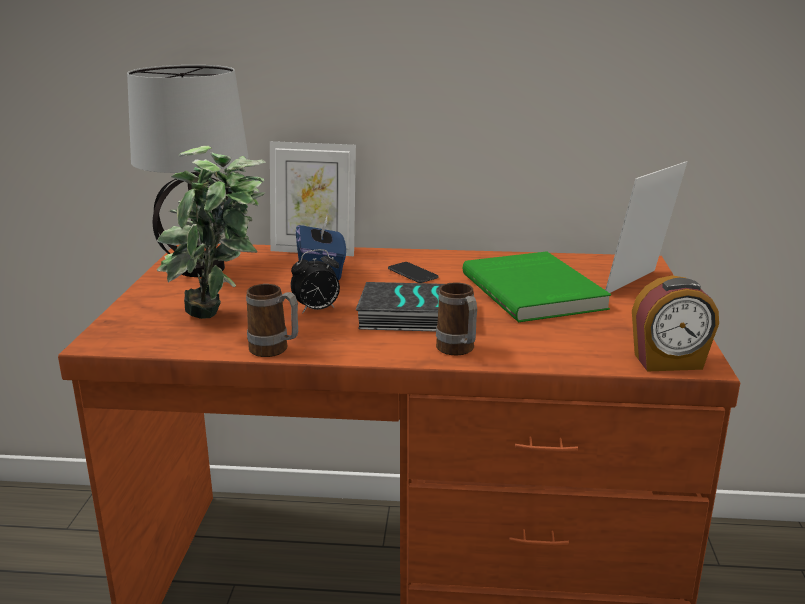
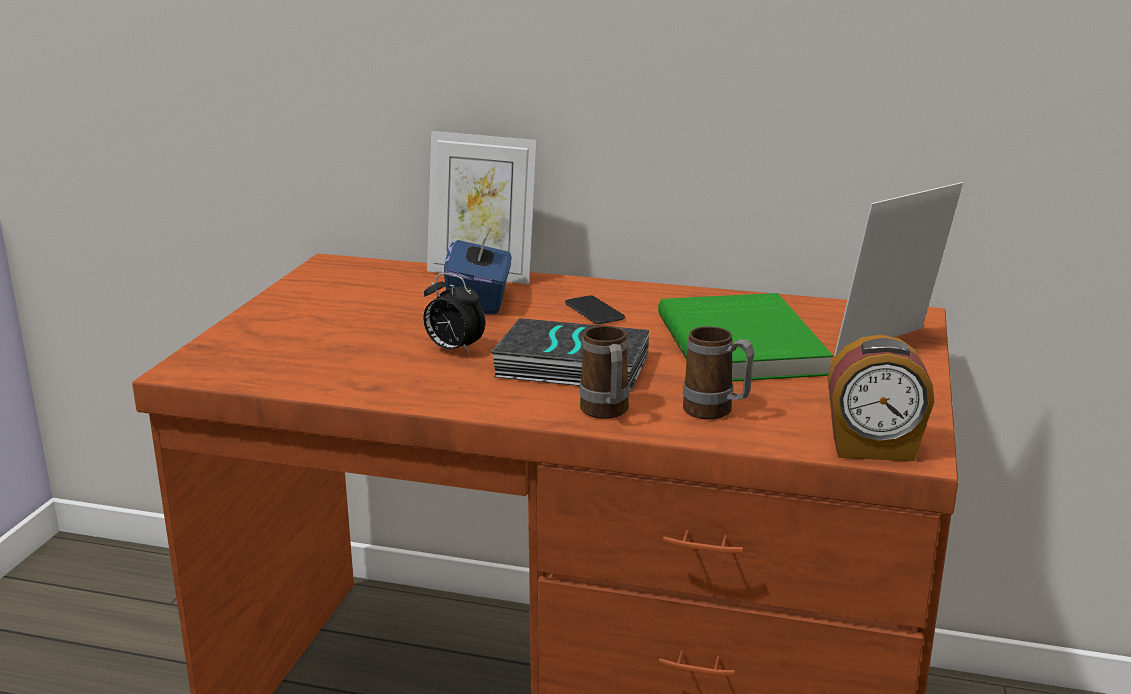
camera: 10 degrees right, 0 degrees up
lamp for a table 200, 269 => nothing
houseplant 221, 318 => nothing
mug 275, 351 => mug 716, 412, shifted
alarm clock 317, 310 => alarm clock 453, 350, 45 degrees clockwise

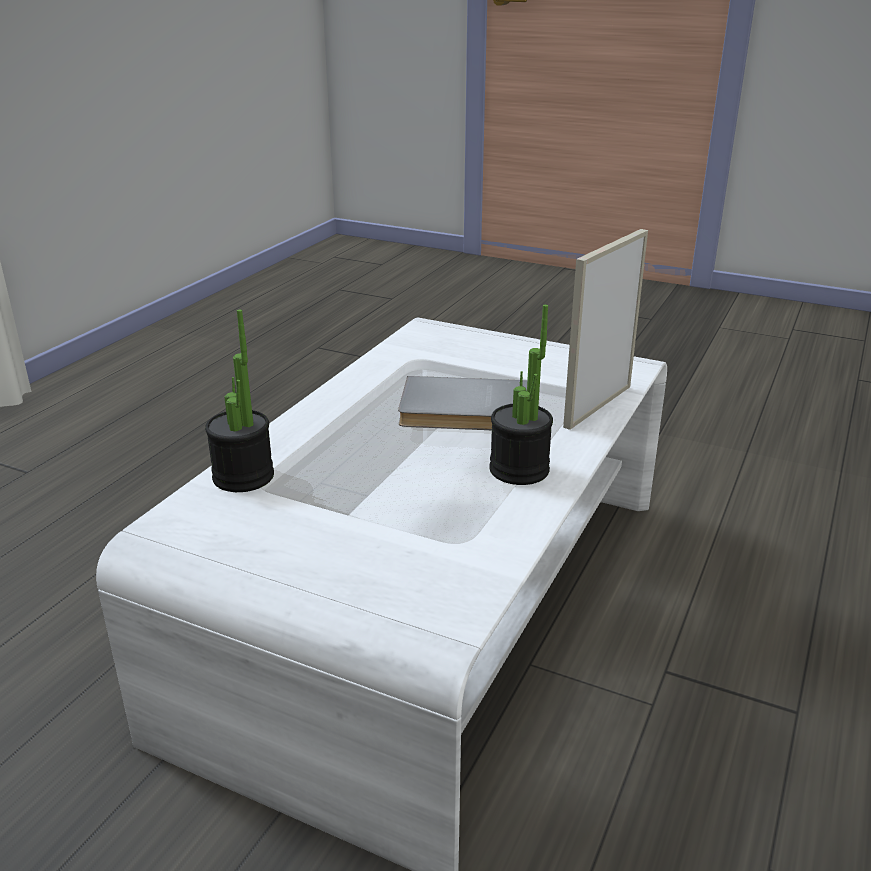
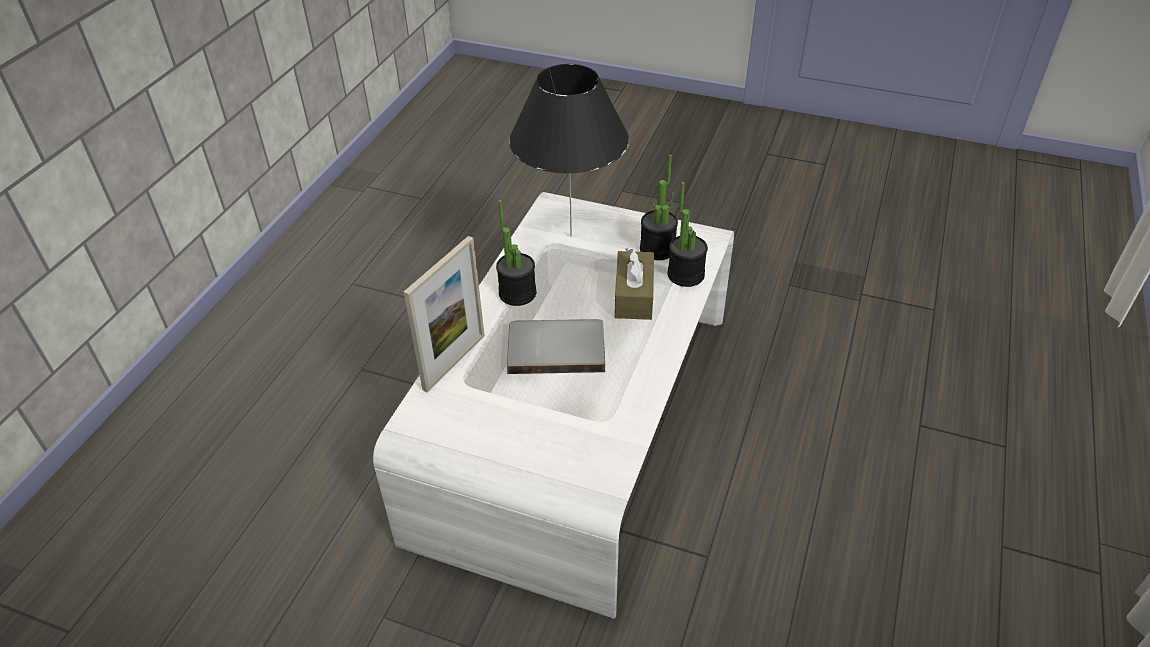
camera: 175 degrees right, 15 degrees up
nothing => lamp for a table (blackish) 571, 236
nothing => tissue holder (brown) 634, 296
nothing => houseplant 657, 249

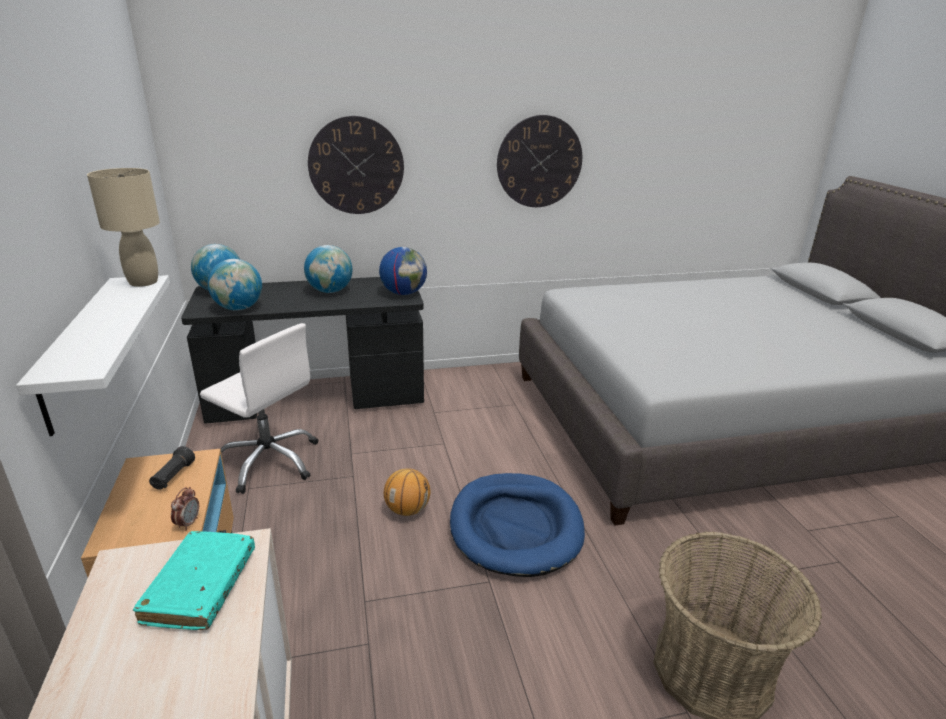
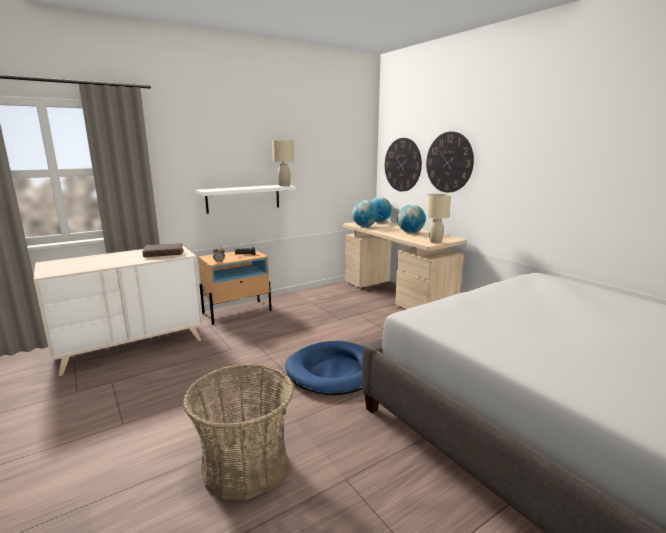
camera: 70 degrees right, 10 degrees down
desk chair (white) 269, 461 => nothing
basketball ball 407, 510 => nothing
wall clock 539, 162 => wall clock 402, 165, shifted
globe 404, 293 => lamp for a table (beige) 435, 242
book (turquoise) 201, 587 => book (brown) 164, 254
desk (blackish) 318, 398 => desk (beige) 396, 295

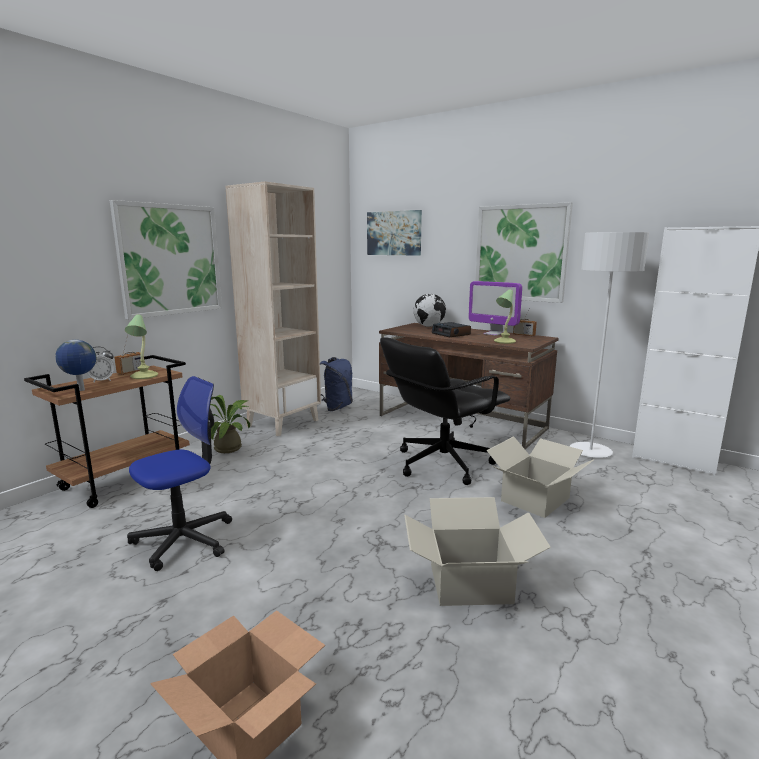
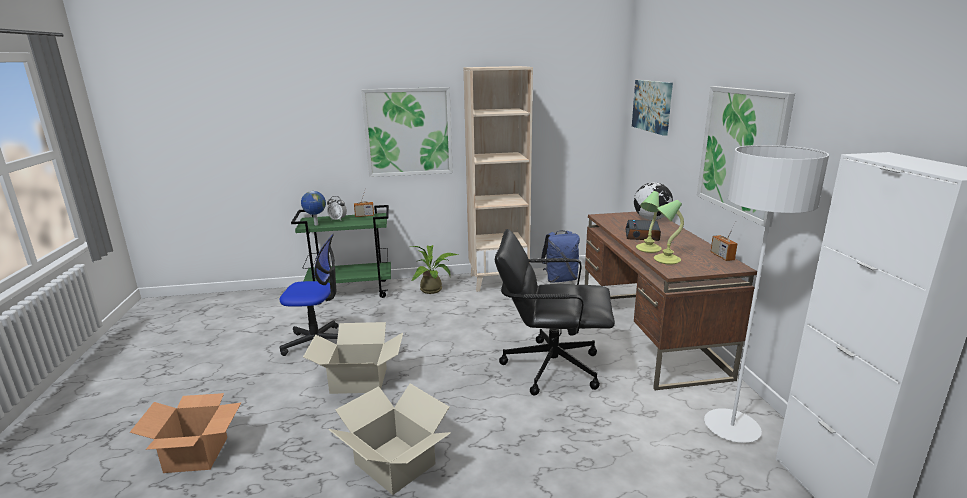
camera: 45 degrees right, 5 degrees up
computer display 493, 334 => nothing
lamp for a table 143, 376 => lamp for a table 647, 249, shifted
packing box 534, 499 => packing box 359, 380, shifted
trolley (brown) 126, 479 => trolley (greenish) 351, 291

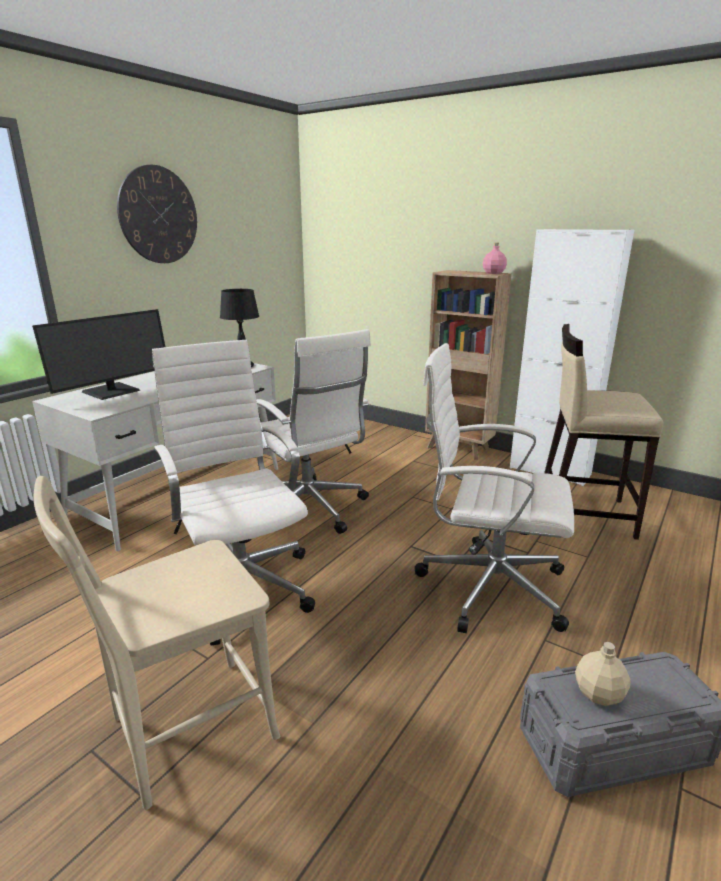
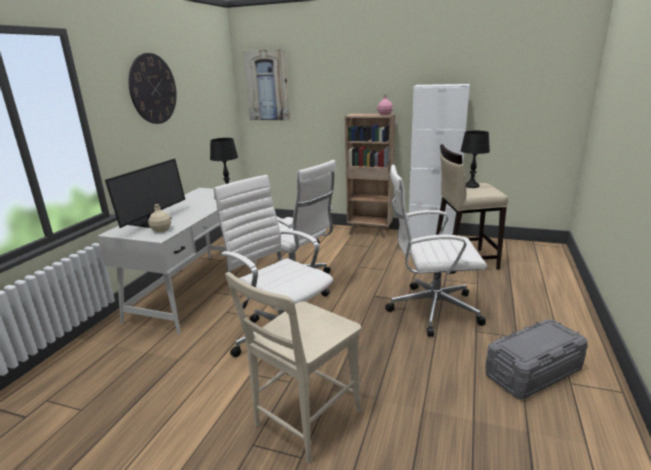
camera: 15 degrees left, 0 degrees up
nothing => picture 267, 85
nothing => lamp for a table (blackish) 471, 186
beverage bottle (beige) 598, 693 => beverage bottle (beige) 161, 230, shifted

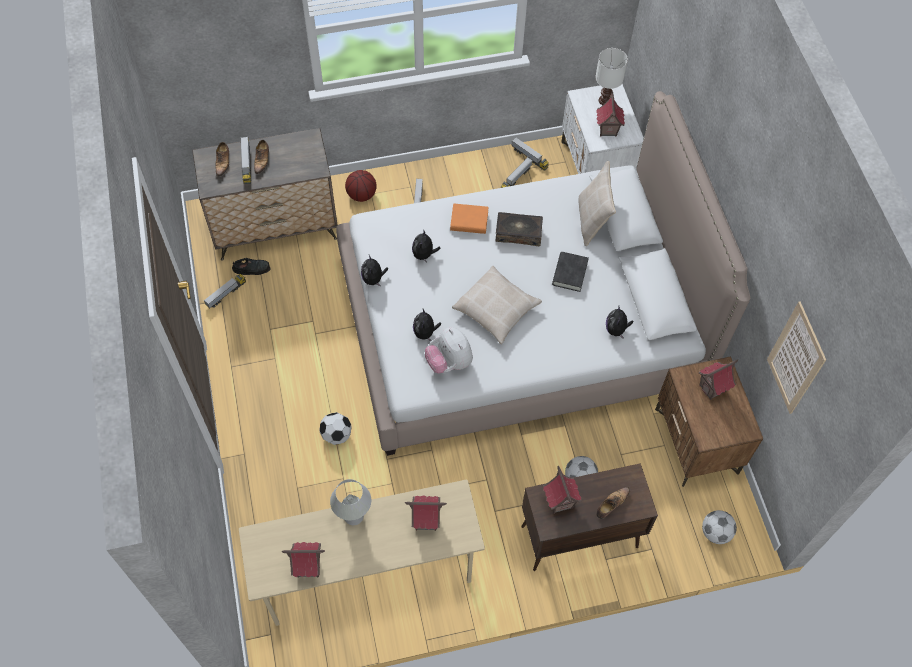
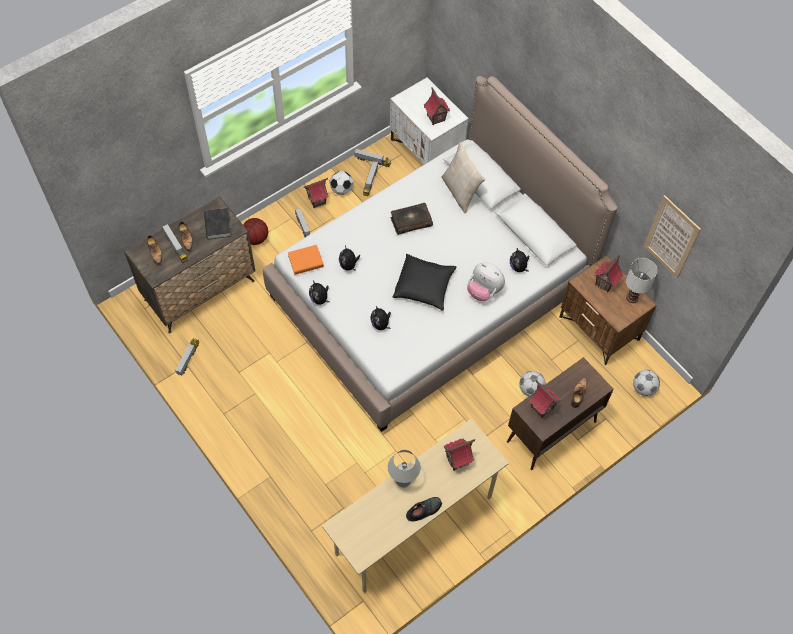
camera: 25 degrees left, 0 degrees up
item of footwear (blackish) 252, 268 => item of footwear (blackish) 424, 509, shifted
toy house 308, 566 => toy house 317, 201, shifted
ball for football 336, 435 => ball for football 341, 189, shifted
soft toy 449, 362 => soft toy 484, 291, shifted
book (orange-coloured) 469, 221 => book (orange-coloured) 306, 261, shifted
book (blackish) 569, 273 => book (blackish) 217, 225, shifted
lamp for a table (white) 604, 101 => lamp for a table (white) 632, 298, shifted
throw pillow (beige) 496, 309 => throw pillow (blackish) 424, 286

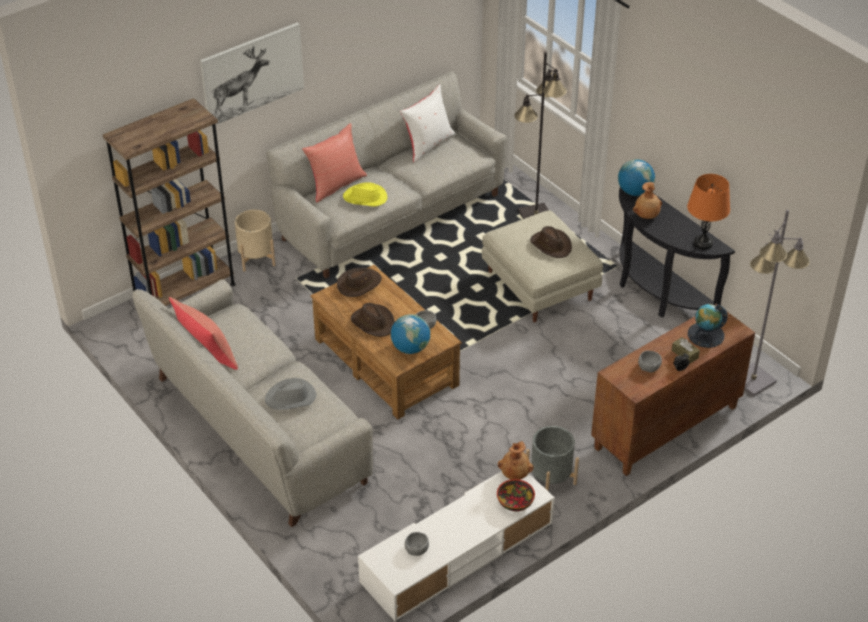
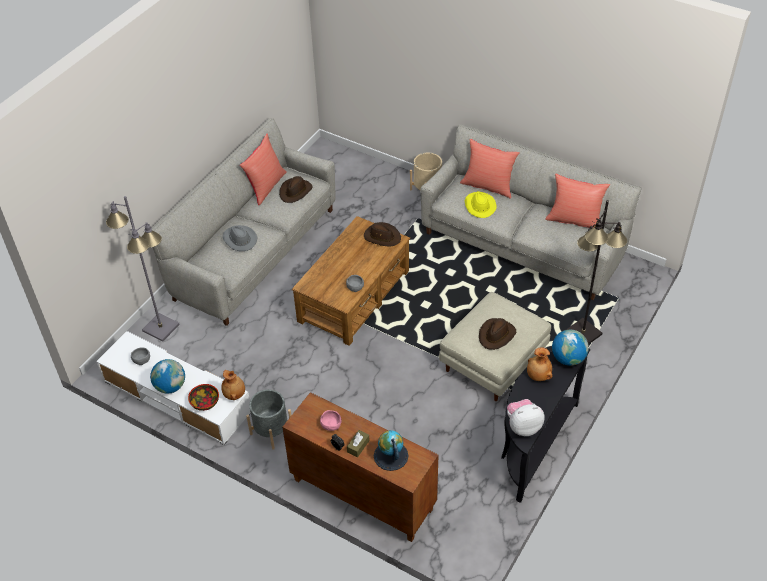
camera: 70 degrees right, 5 degrees up
bookcase (brown) 185, 292 => nothing
picture 252, 74 => nothing
hat (brown) 373, 322 => hat (brown) 295, 191, shifted
globe 410, 348 => globe 170, 386, shifted
floor lamp (greyish) 752, 380 => floor lamp (greyish) 161, 327, shifted
lamp for a table (orange-coloured) 703, 243 => soft toy 523, 426
throw pillow (white) 428, 145 => throw pillow (red-coloured) 574, 220
serving bowl (greyish) 649, 366 => serving bowl (pink-coloured) 331, 425

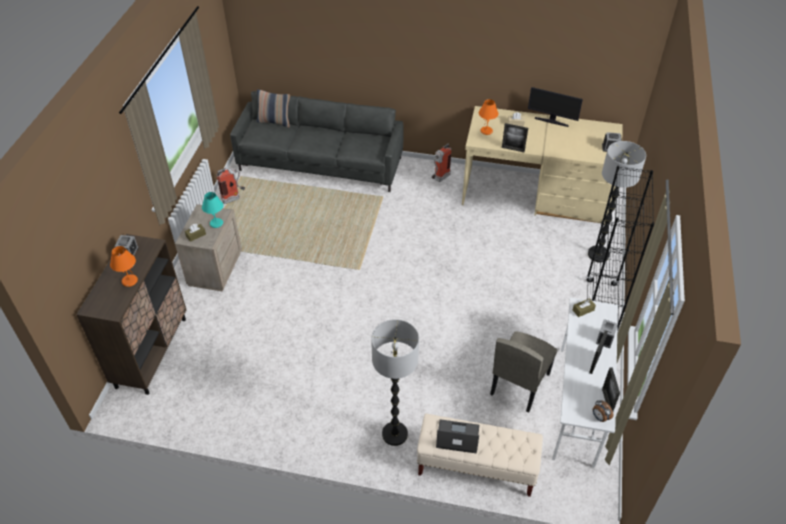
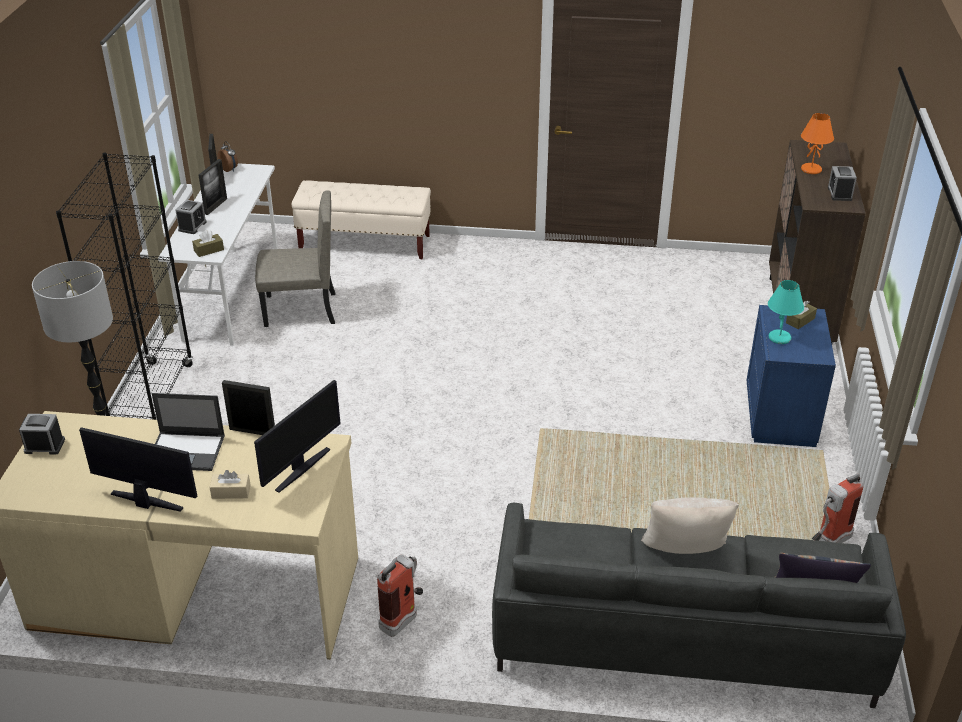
camera: 175 degrees right, 10 degrees down
floor lamp 394, 434 => nothing
nothing => throw pillow (beige) 684, 553
portable computer 457, 436 => portable computer 187, 451, shifted
lamp for a table (orange-coloured) 486, 131 => computer display 301, 468
night table (beige) 214, 269 => night table (blue) 781, 416
upright chair (beige) 519, 383 => upright chair (beige) 300, 310, 60 degrees clockwise

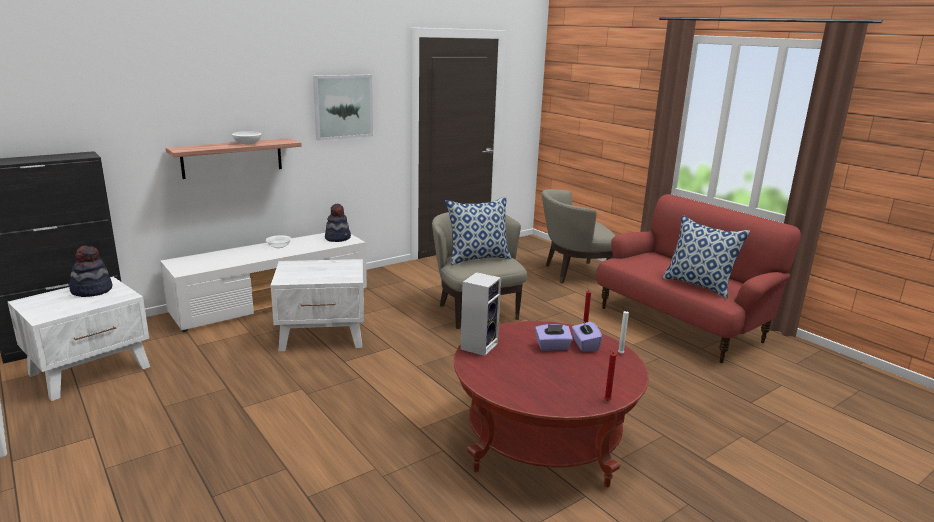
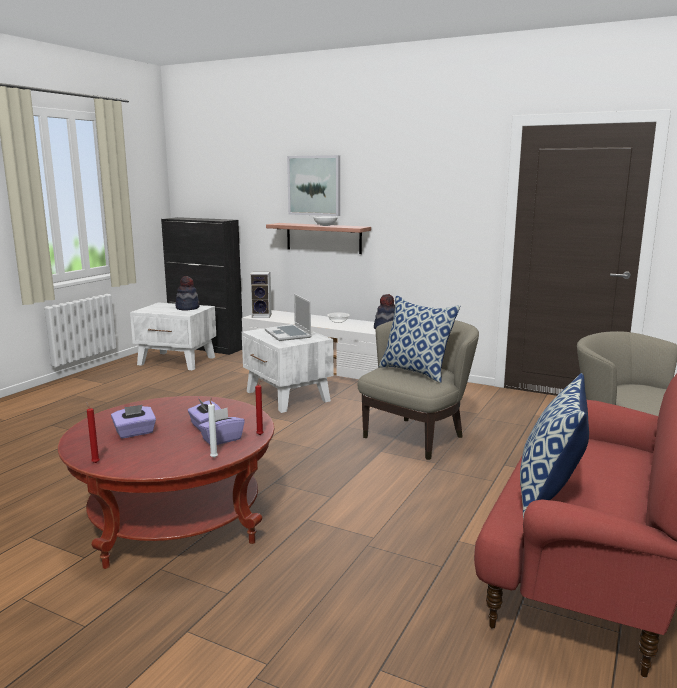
camera: 65 degrees right, 5 degrees down
nothing => tissue holder (purplish) 135, 433
nothing => portable computer 288, 334
picture 343, 106 => picture 314, 185, shifted
audio speaker 479, 345 => audio speaker 262, 316, shifted

